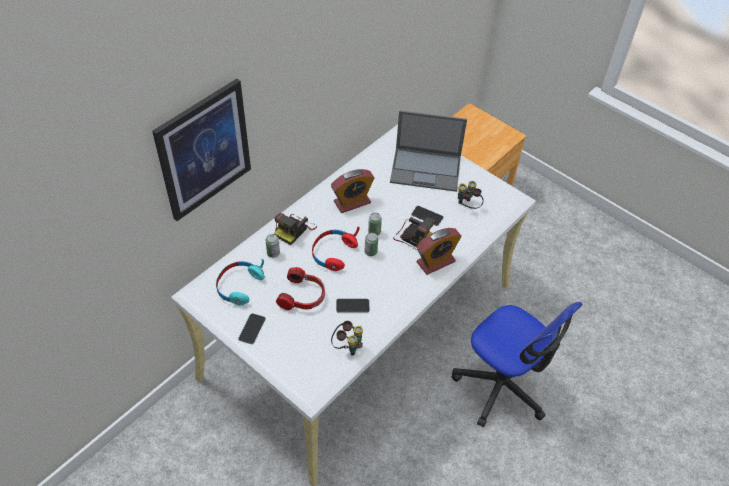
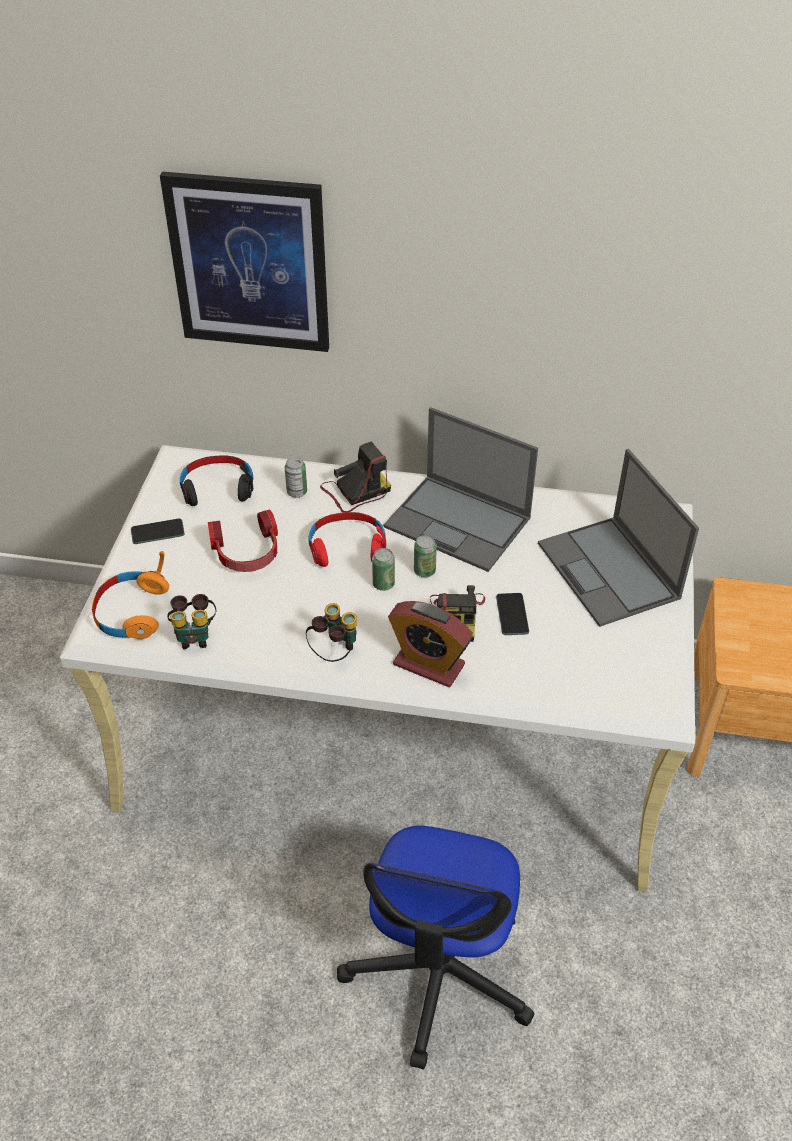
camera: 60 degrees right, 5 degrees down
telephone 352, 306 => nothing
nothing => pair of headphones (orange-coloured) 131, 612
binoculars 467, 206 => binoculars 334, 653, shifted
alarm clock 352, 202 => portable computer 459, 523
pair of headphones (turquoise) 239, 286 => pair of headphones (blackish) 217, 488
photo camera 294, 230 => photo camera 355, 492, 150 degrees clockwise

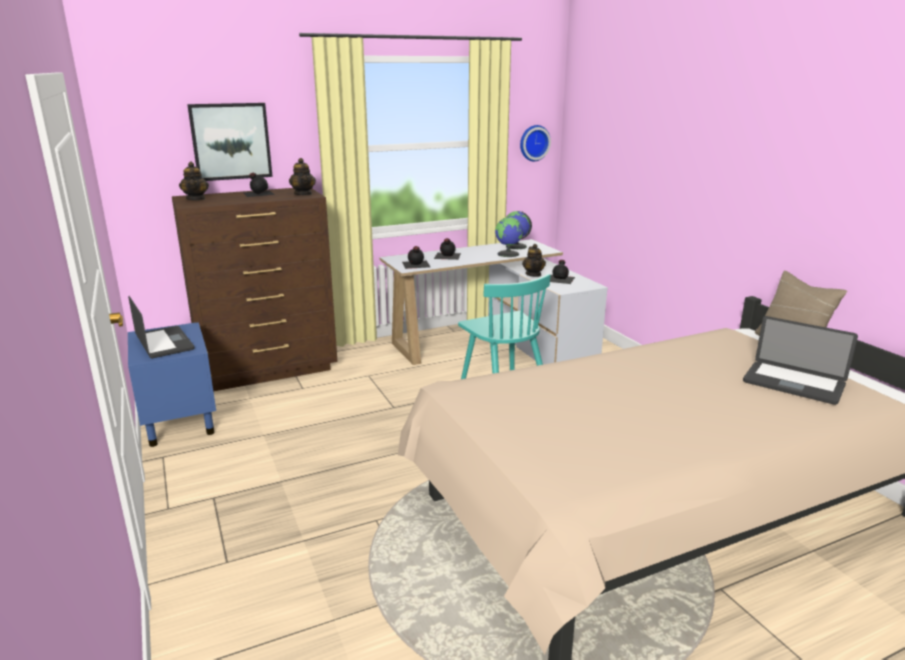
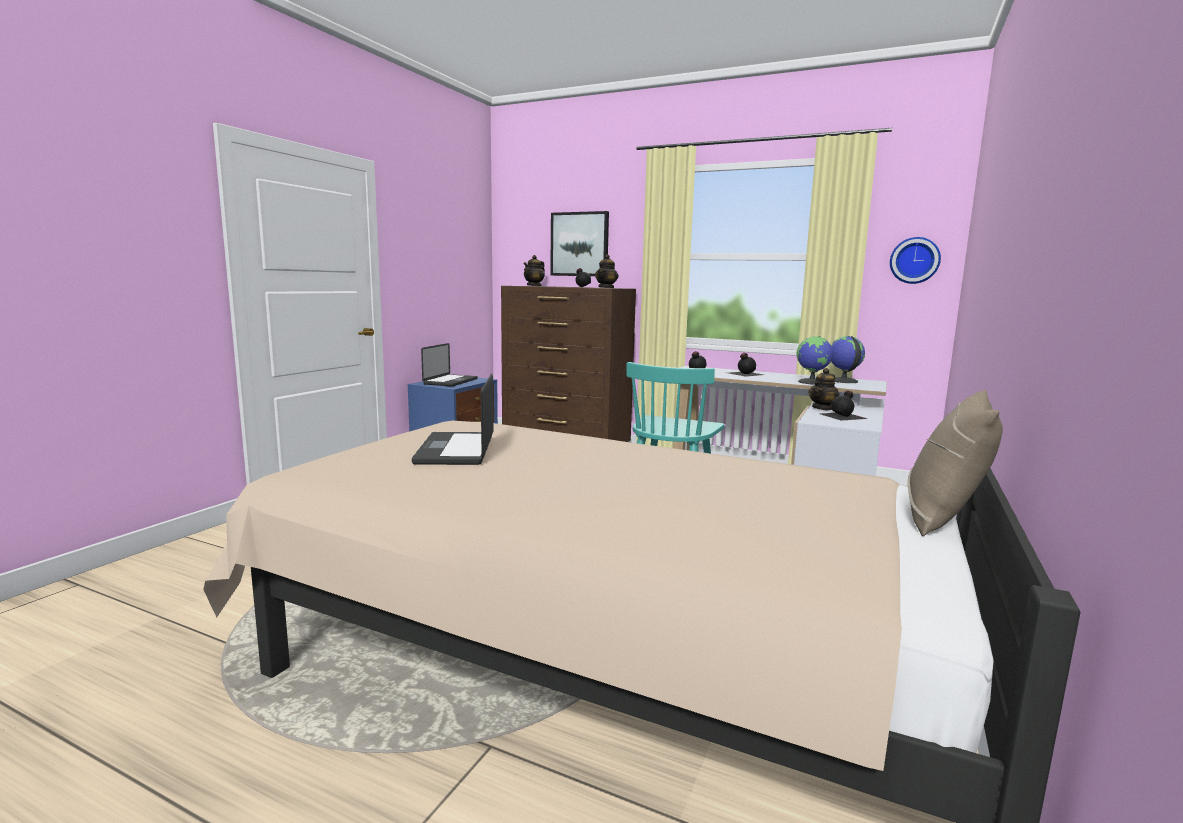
camera: 50 degrees right, 10 degrees down
portable computer 793, 384 => portable computer 456, 450, shifted

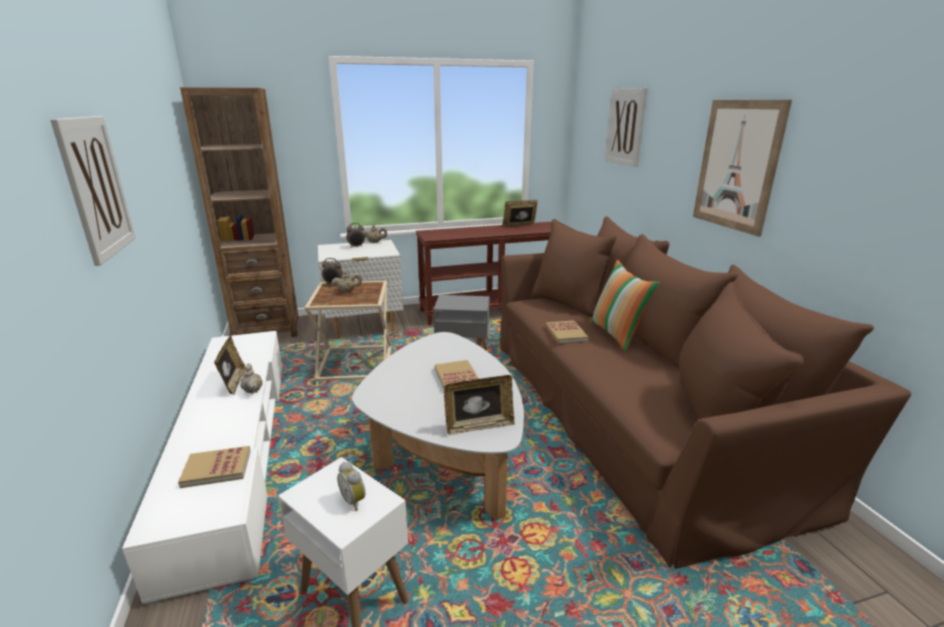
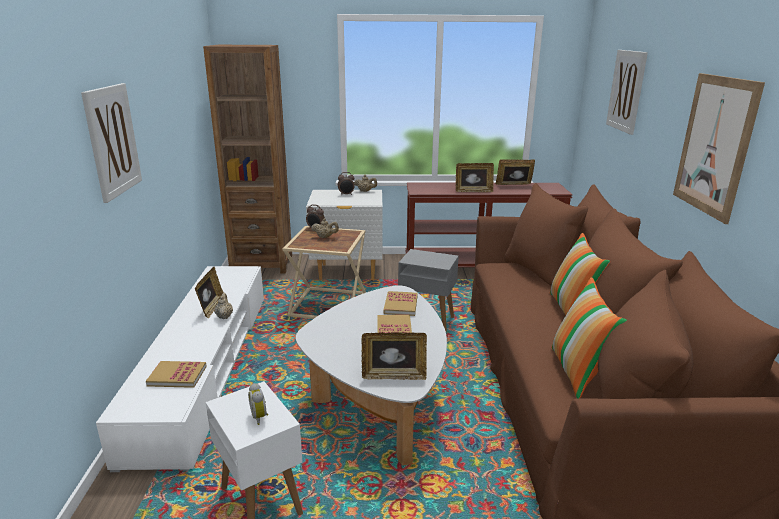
camera: 15 degrees right, 0 degrees up
nothing => photo frame 473, 191
nothing => throw pillow 578, 372
book 566, 334 => book 400, 305, shifted

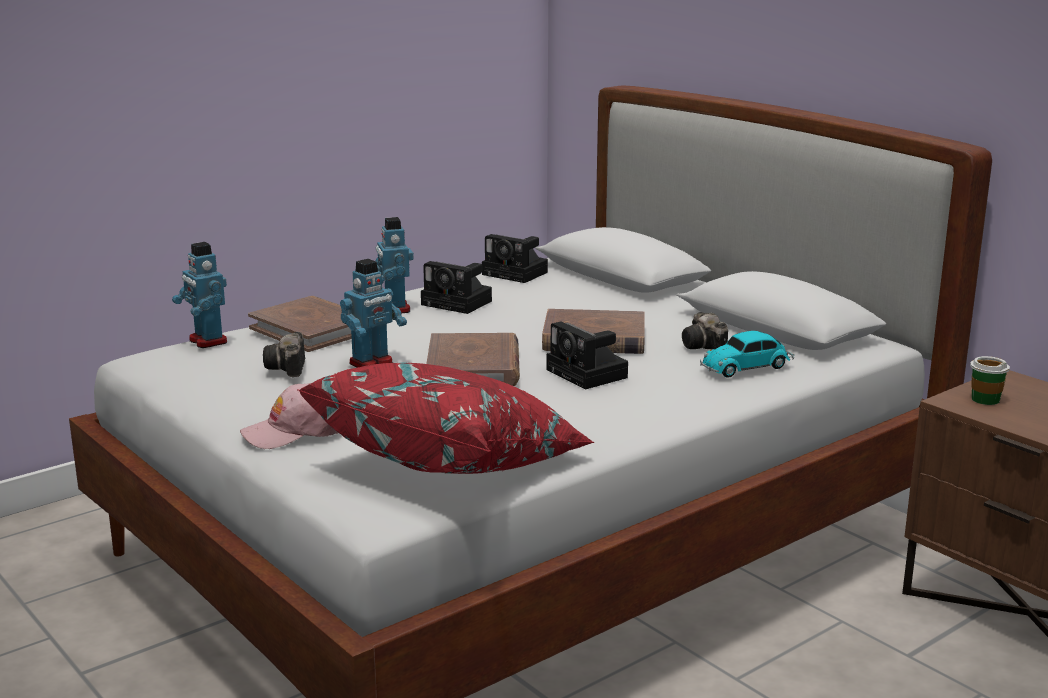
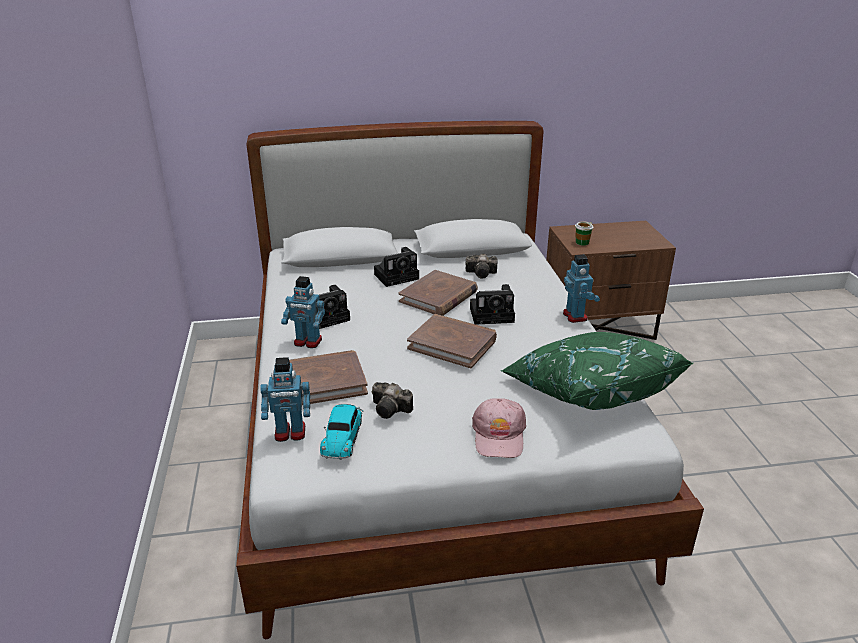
camera: 60 degrees left, 10 degrees up
robot figure 371, 363 => robot figure 575, 316, shifted
photo camera 517, 274 => photo camera 398, 276, shifted
miniature car 748, 367 => miniature car 343, 436, shifted
throw pillow (red-coloured) 452, 464 => throw pillow (greenish) 588, 392

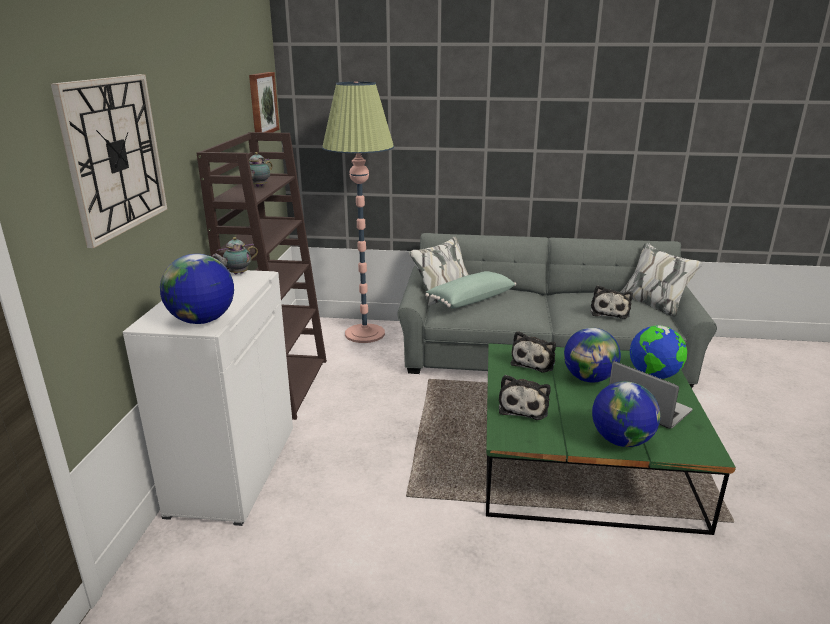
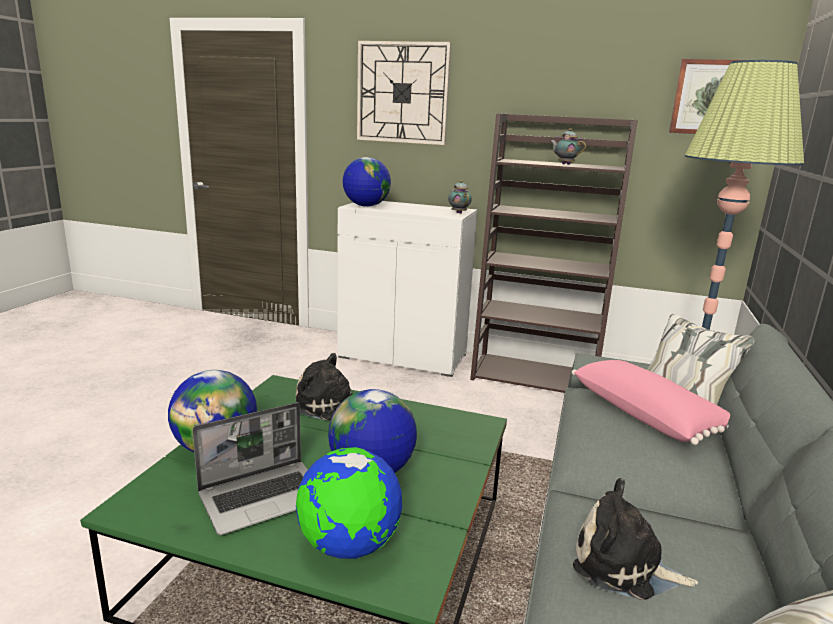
camera: 100 degrees right, 5 degrees down
soft toy 534, 362 => nothing
throw pillow (greenish) 470, 299 => throw pillow (pink-coloured) 647, 415

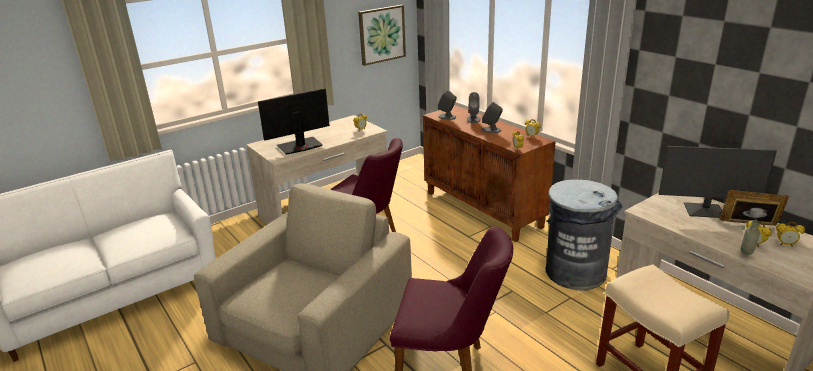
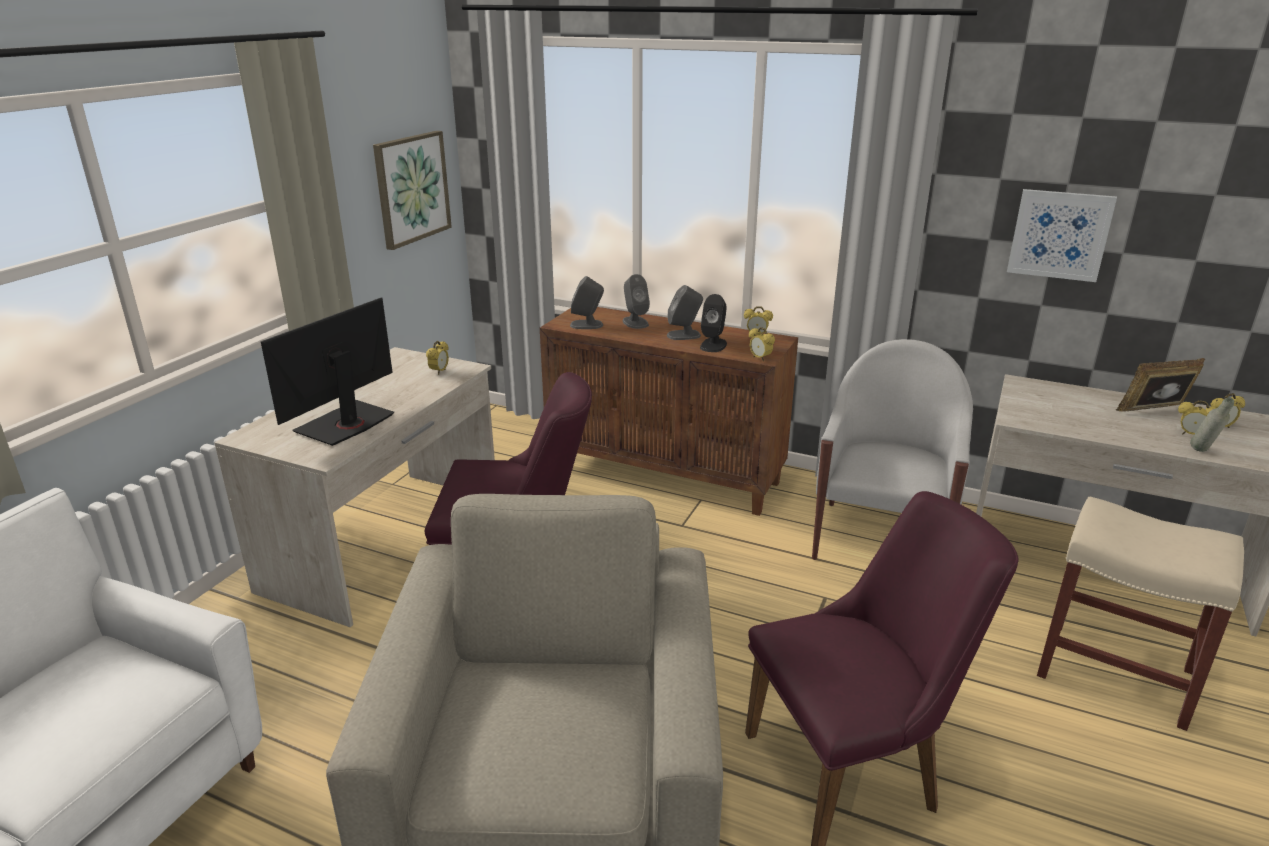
camera: 30 degrees left, 0 degrees up
computer display 704, 211 => nothing
nothing => audio speaker (blackish) 713, 345
nothing => picture 1059, 234
trash can (greyish) 575, 272 => easy chair (white) 882, 540

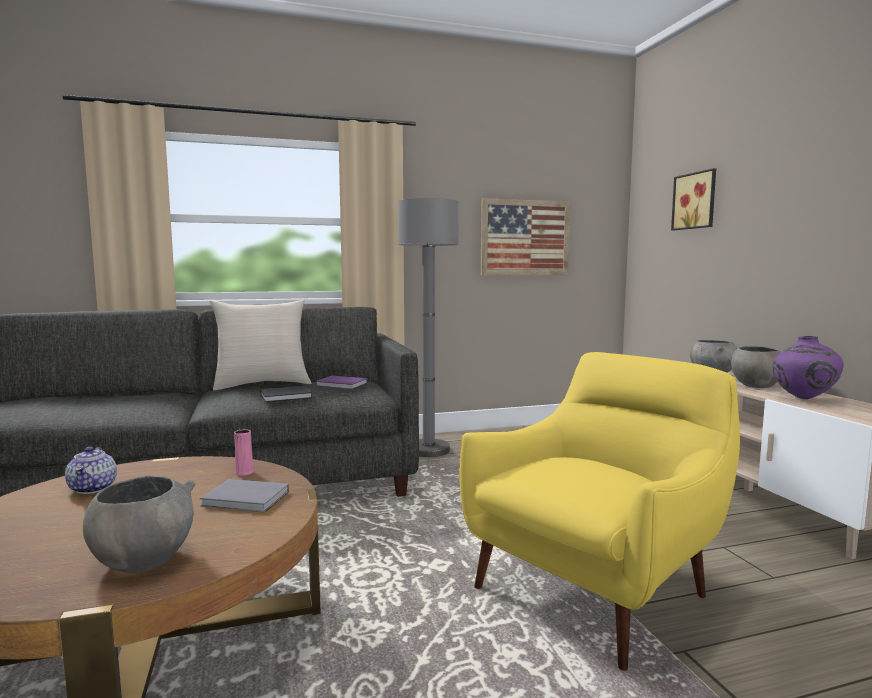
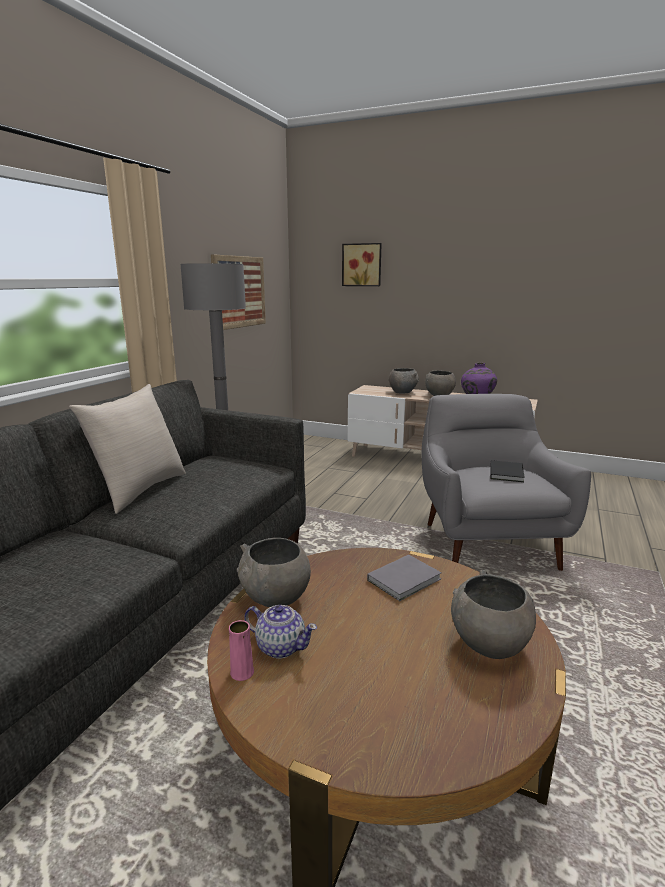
camera: 50 degrees left, 10 degrees up
book (purplish) 342, 385 => nothing
nothing => serving bowl (greyish) 275, 598
decorative vase (pink-coloured) 244, 472 => decorative vase (pink-coloured) 242, 672, shifted
book (blackish) 287, 396 => book (blackish) 507, 473, shifted
easy chair (yellow-coloured) 595, 588 => easy chair (greyish) 487, 542

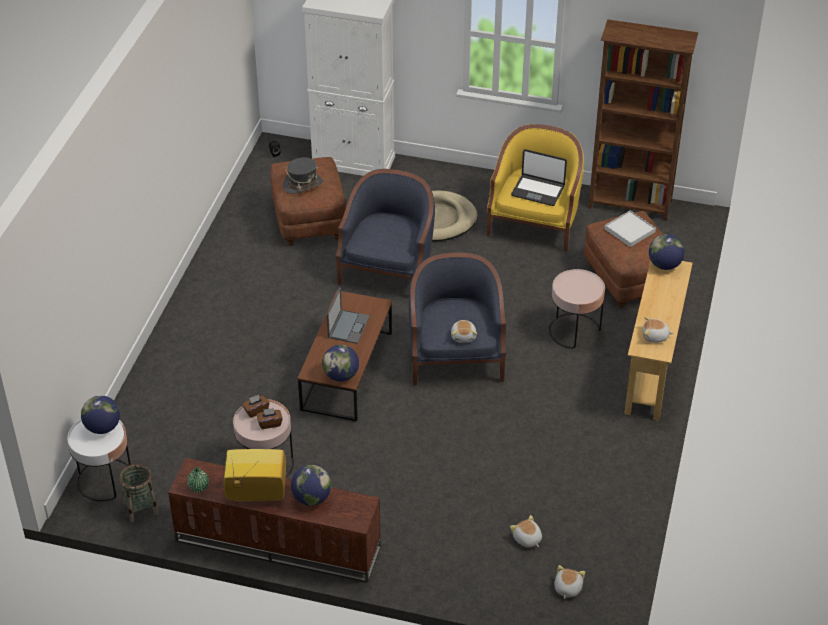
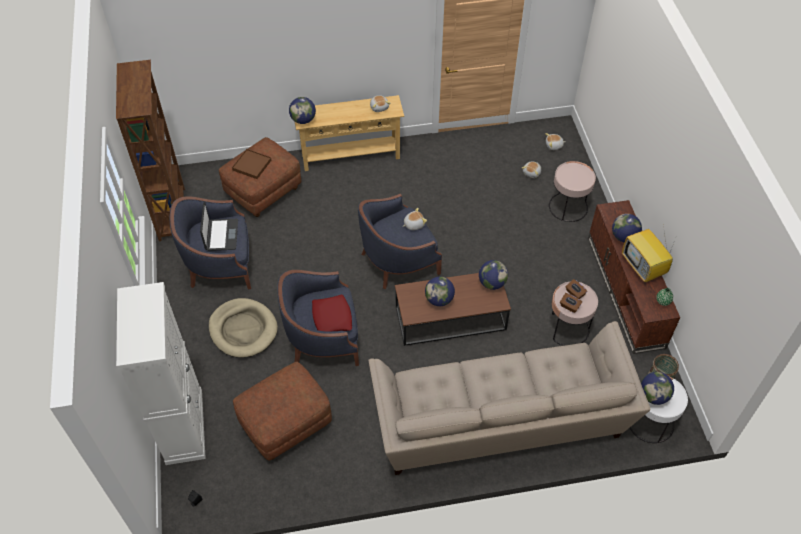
camera: 115 degrees left, 10 degrees up
hat (greyish) 303, 184 => nothing
nothing => throw pillow (red-coloured) 332, 317
nothing => couch (beige) 499, 423
end table (pink-coloured) 574, 331 => end table (pink-coloured) 568, 207, shifted
portable computer 348, 326 => globe 439, 300
easy chair (yellow-coloured) 535, 223 => easy chair (blue) 220, 264
carrying tray (white) 629, 230 => carrying tray (brown) 252, 165

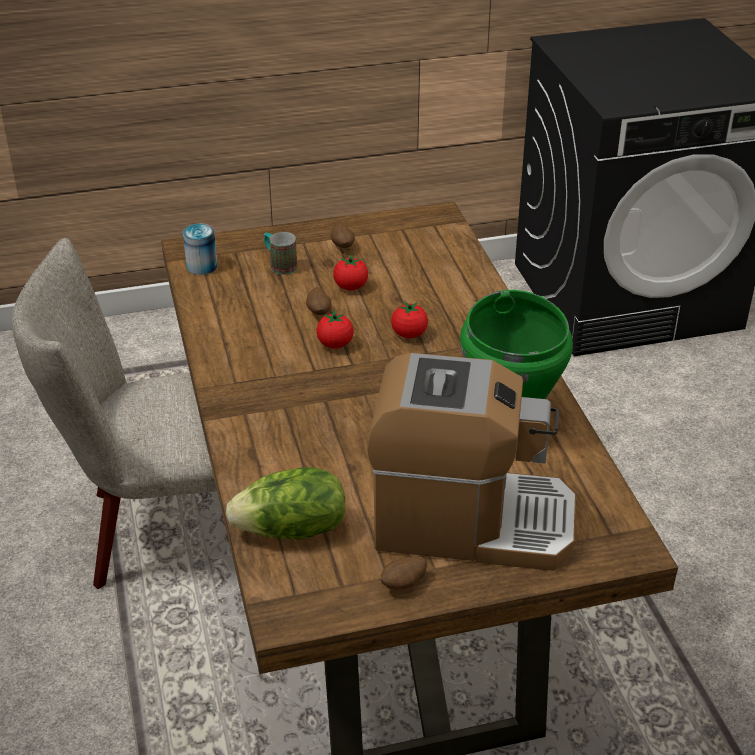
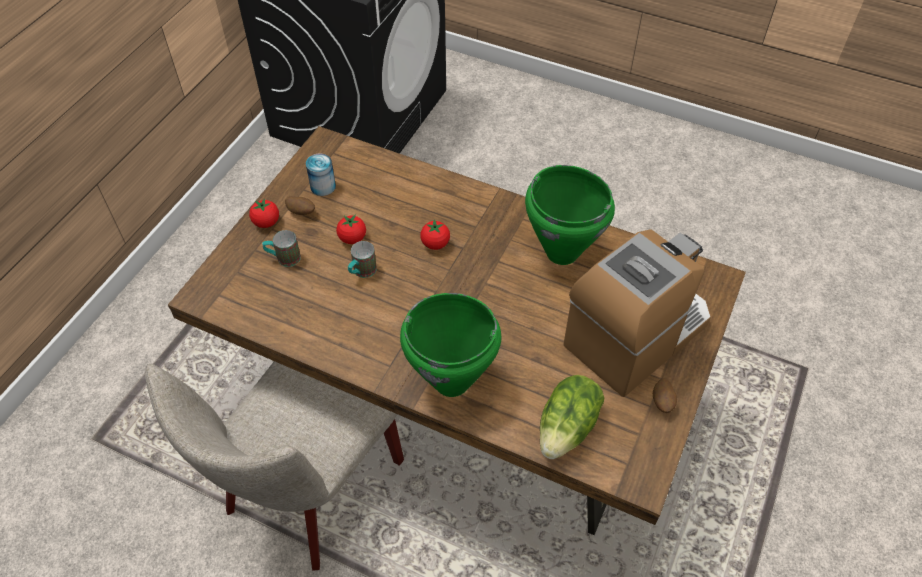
camera: 50 degrees left, 15 degrees up
nothing => stockpot (greenish) 452, 382
metal can 202, 266 => metal can 323, 186, shifted
tomato 335, 344 => tomato 266, 222, shifted
spud 319, 312 => mug 361, 272

